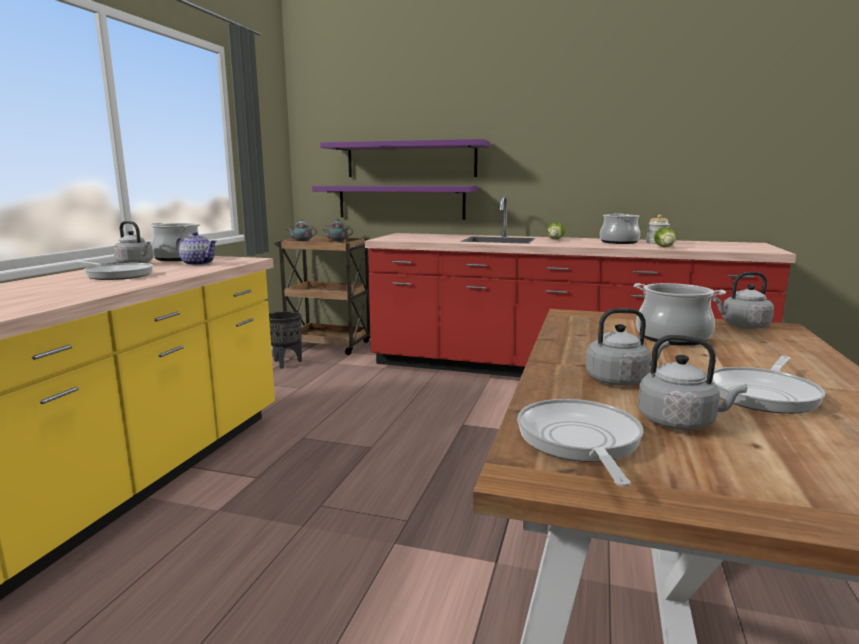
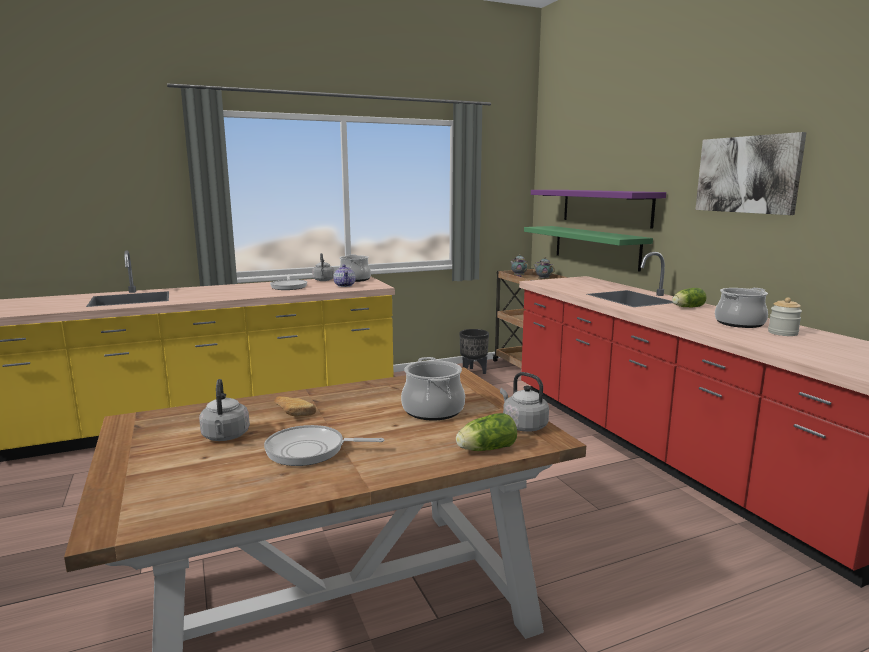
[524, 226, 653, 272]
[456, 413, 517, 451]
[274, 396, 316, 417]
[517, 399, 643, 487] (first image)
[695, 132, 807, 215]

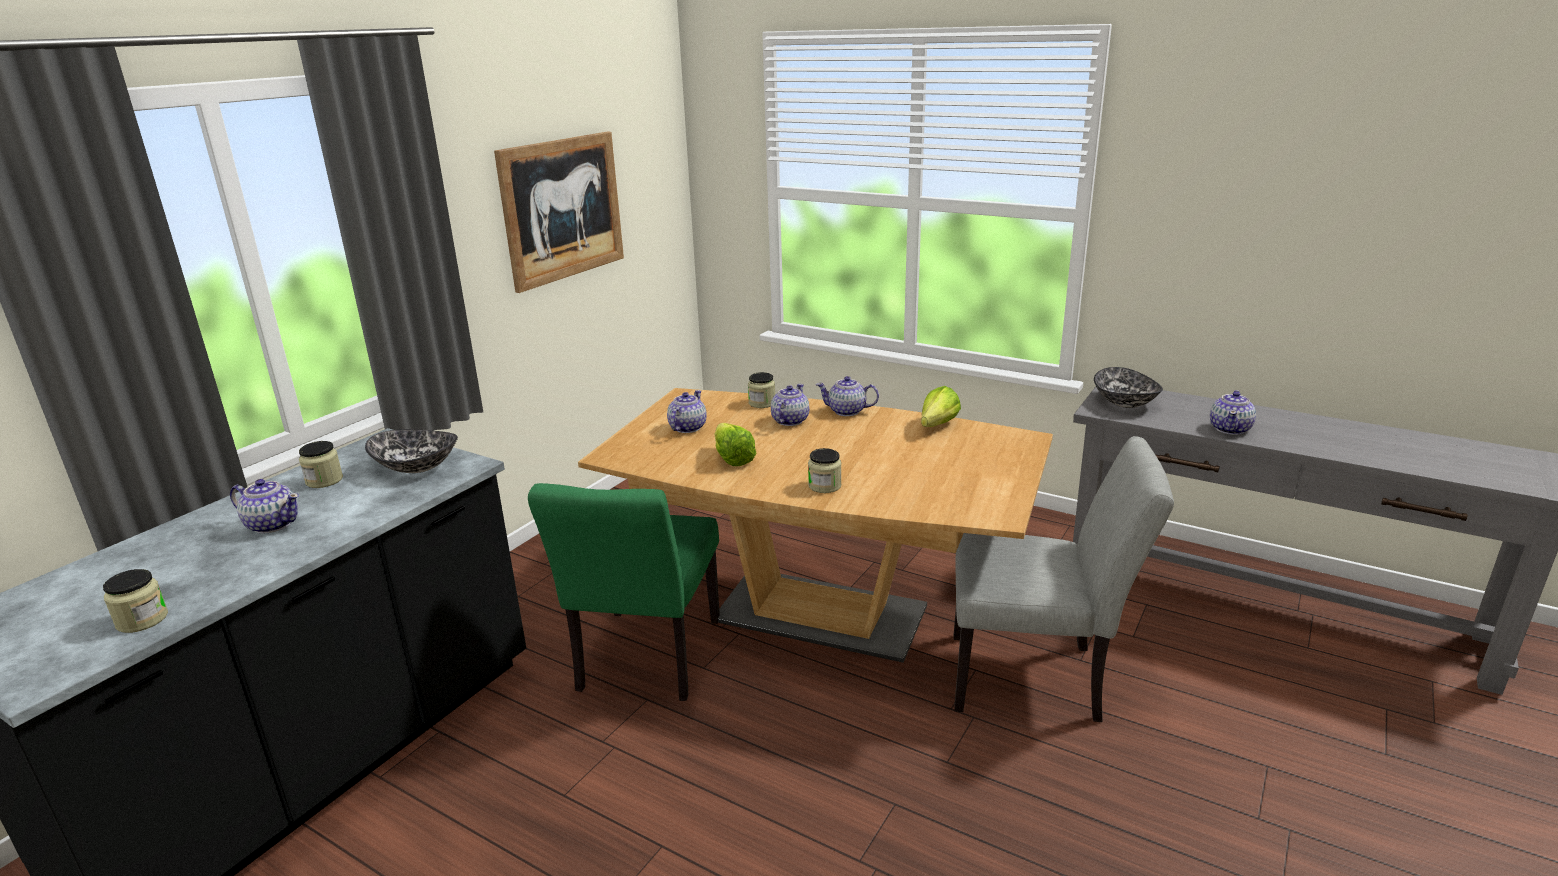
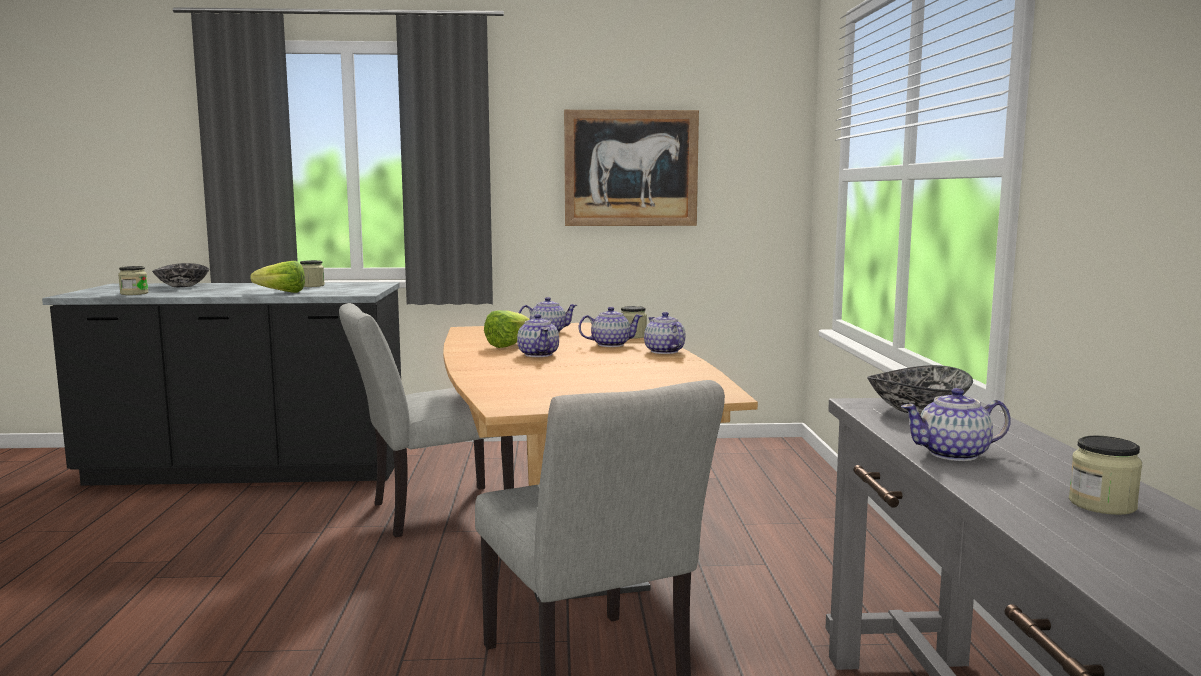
[250, 261, 305, 293]
[152, 263, 209, 287]
[1069, 436, 1142, 515]
[517, 314, 559, 357]
[339, 303, 514, 537]

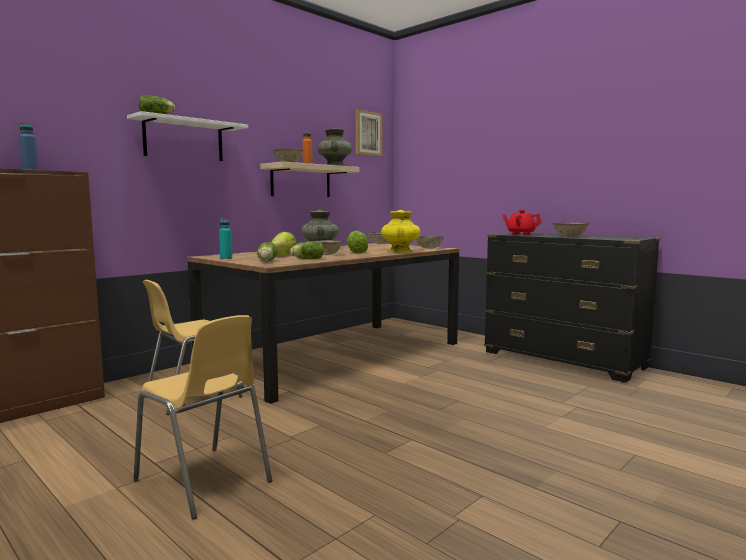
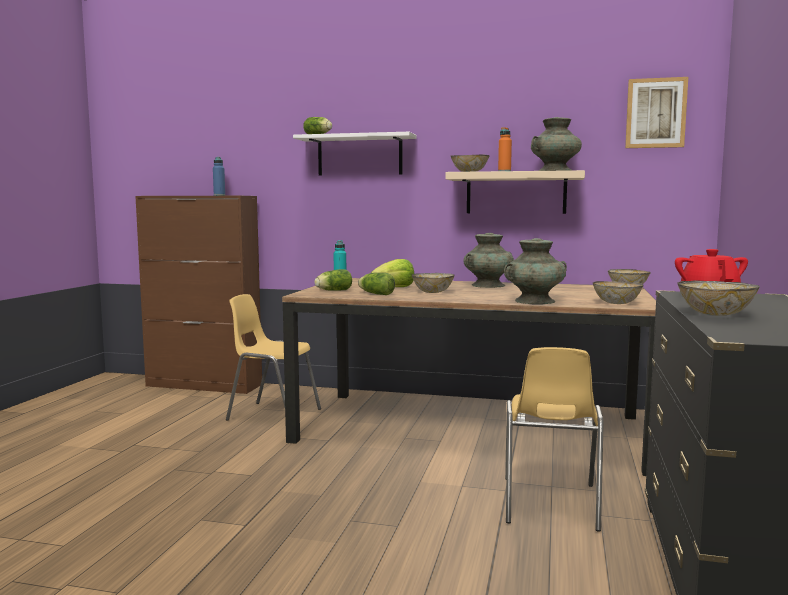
[504, 238, 567, 304]
[347, 231, 368, 254] (first image)
[505, 347, 603, 531]

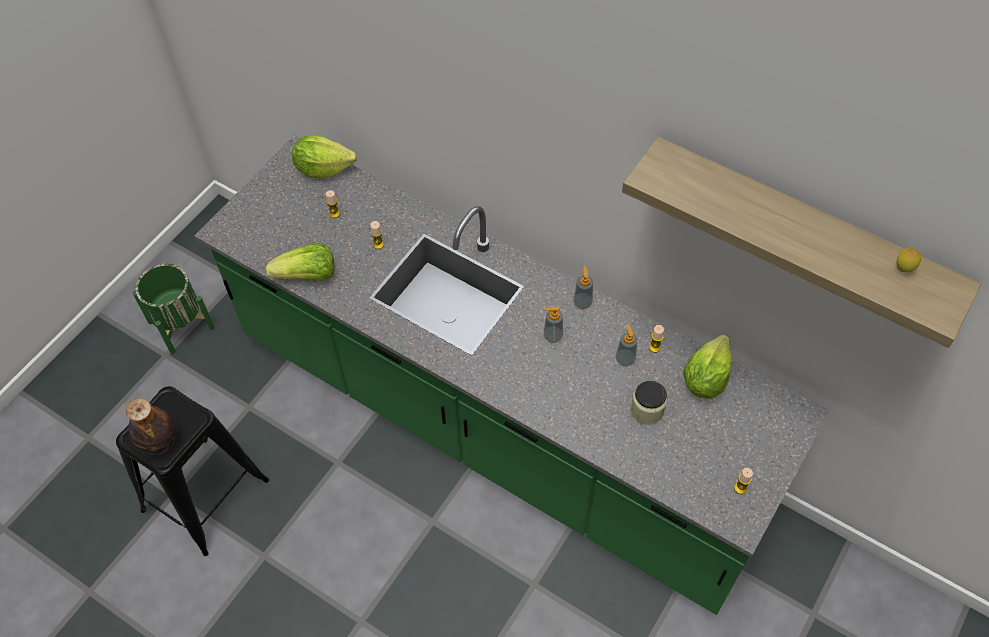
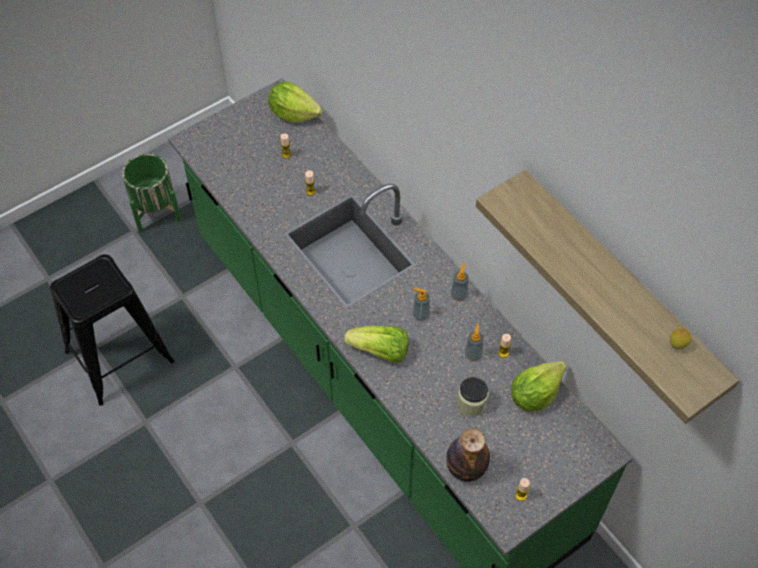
[344, 326, 409, 362]
[446, 428, 490, 482]

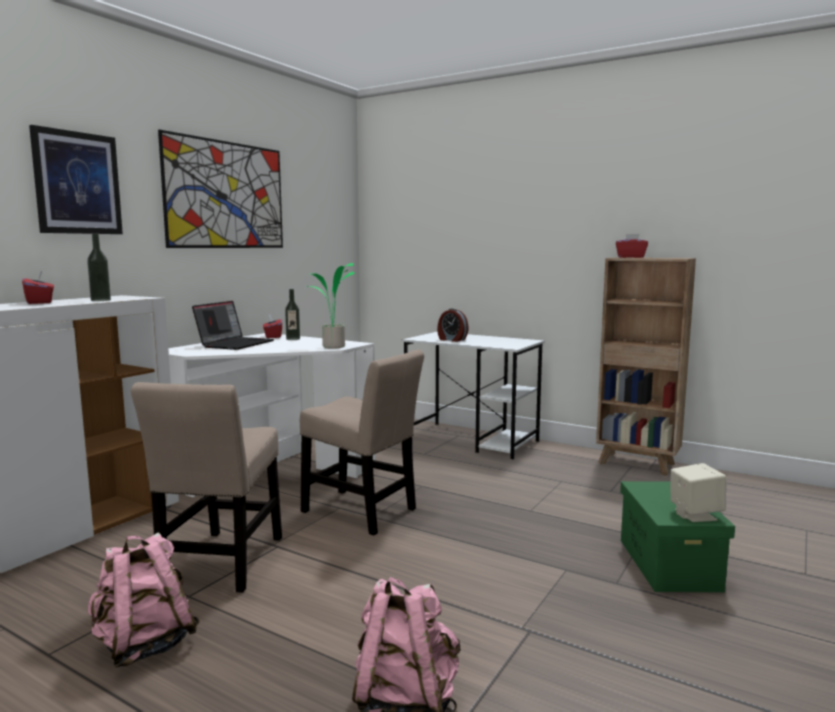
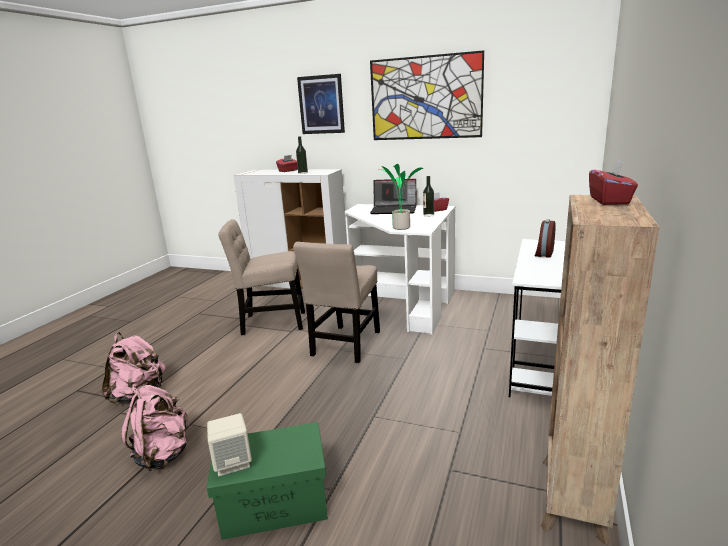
[121, 385, 190, 471]

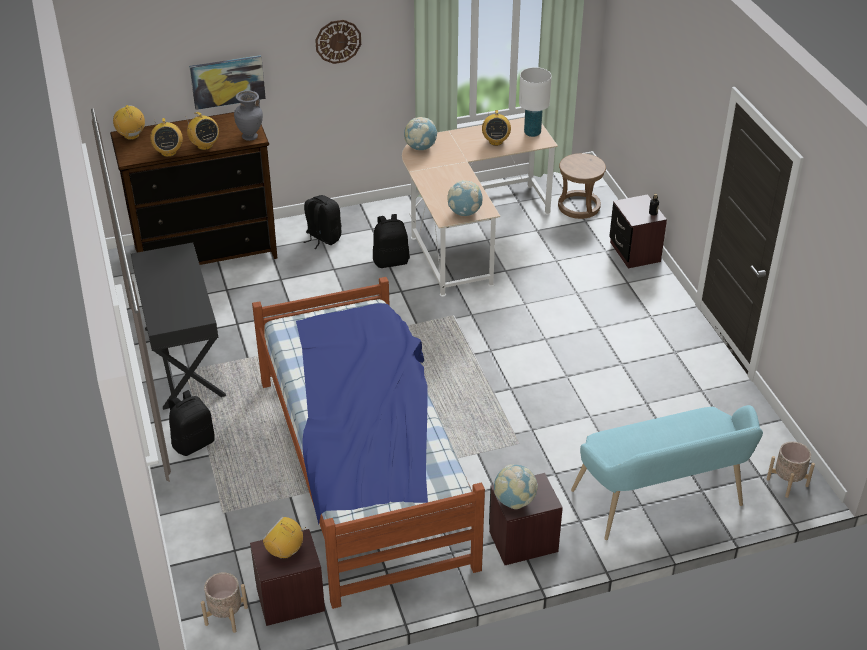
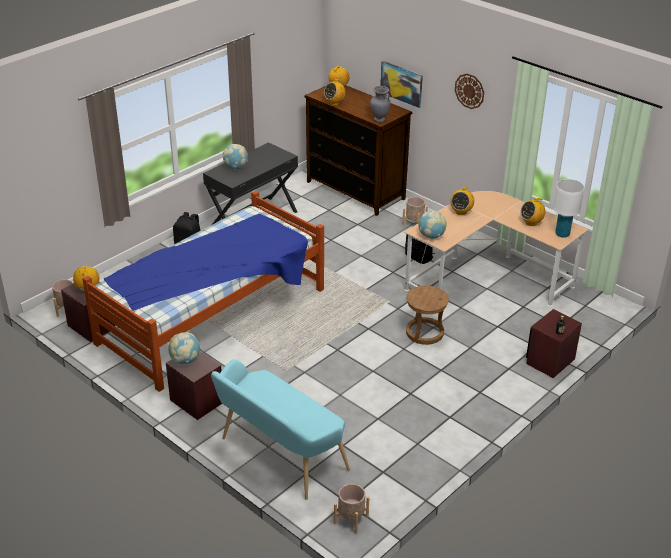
[450, 186, 474, 215]
[223, 144, 248, 169]
[406, 286, 449, 345]
[402, 197, 428, 226]

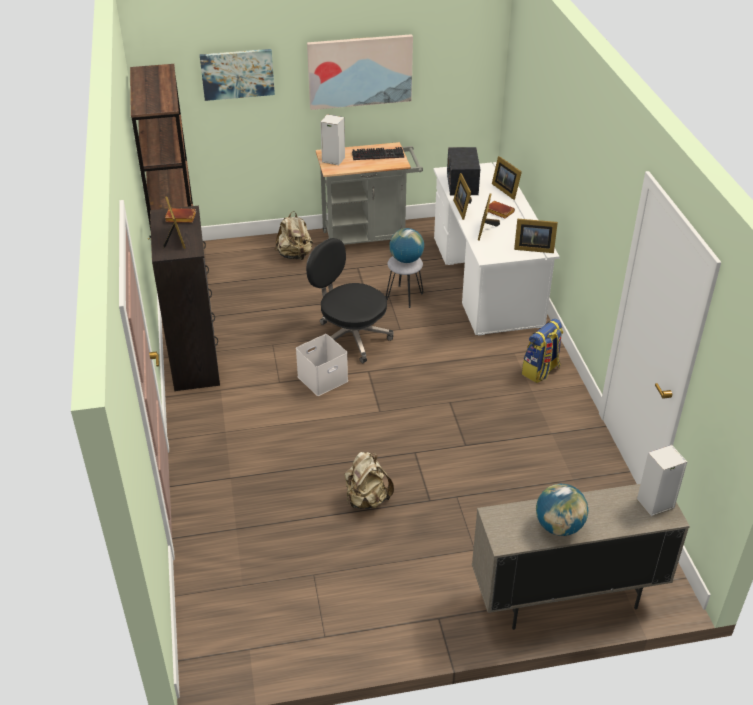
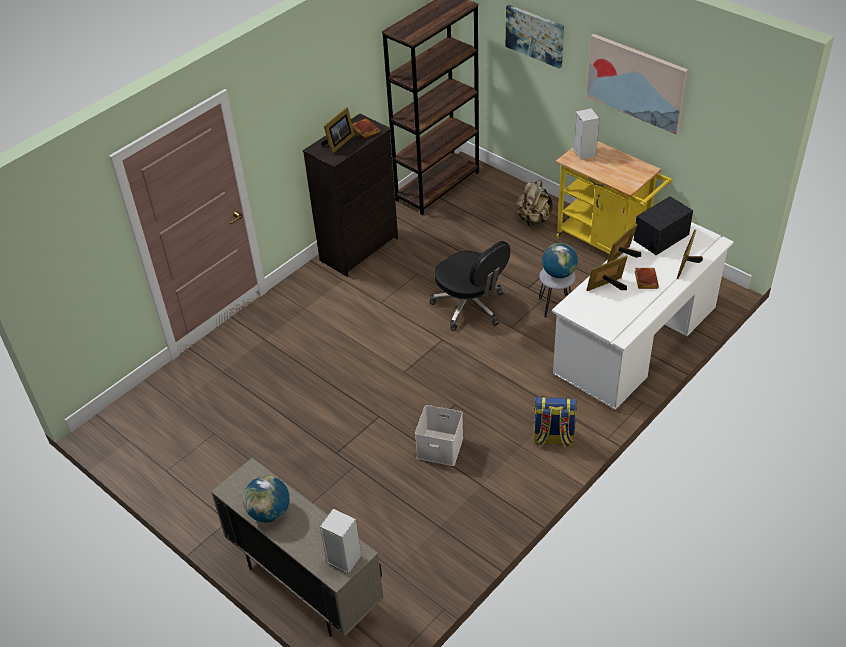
[556, 141, 672, 254]
[352, 147, 404, 160] (first image)
[514, 219, 558, 253] (first image)
[430, 241, 510, 331]
[415, 405, 463, 466]
[344, 452, 394, 509] (first image)

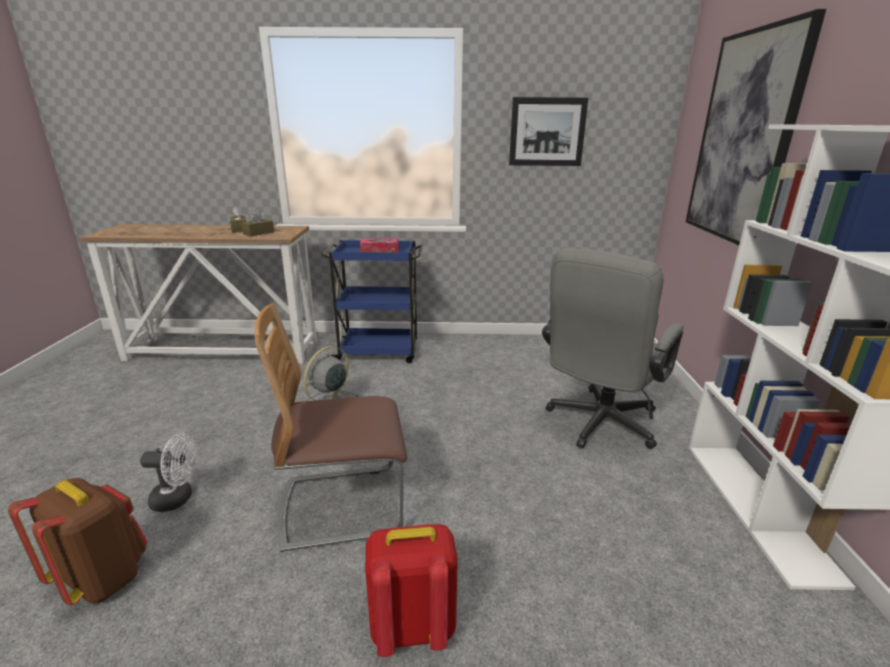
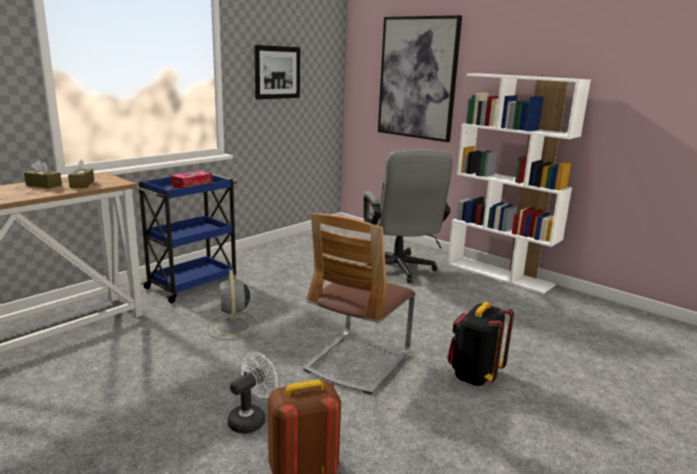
[447, 302, 514, 386]

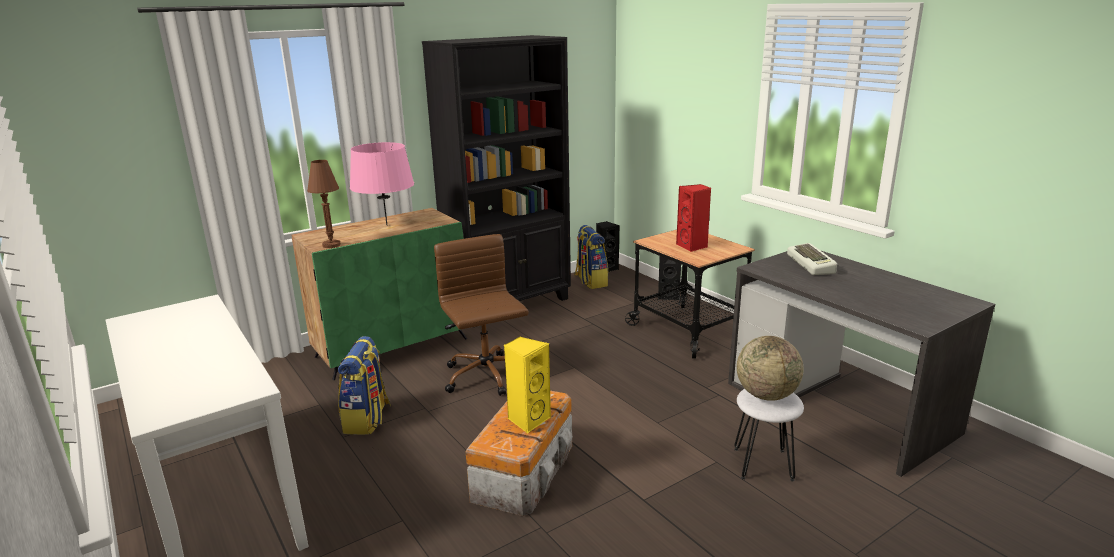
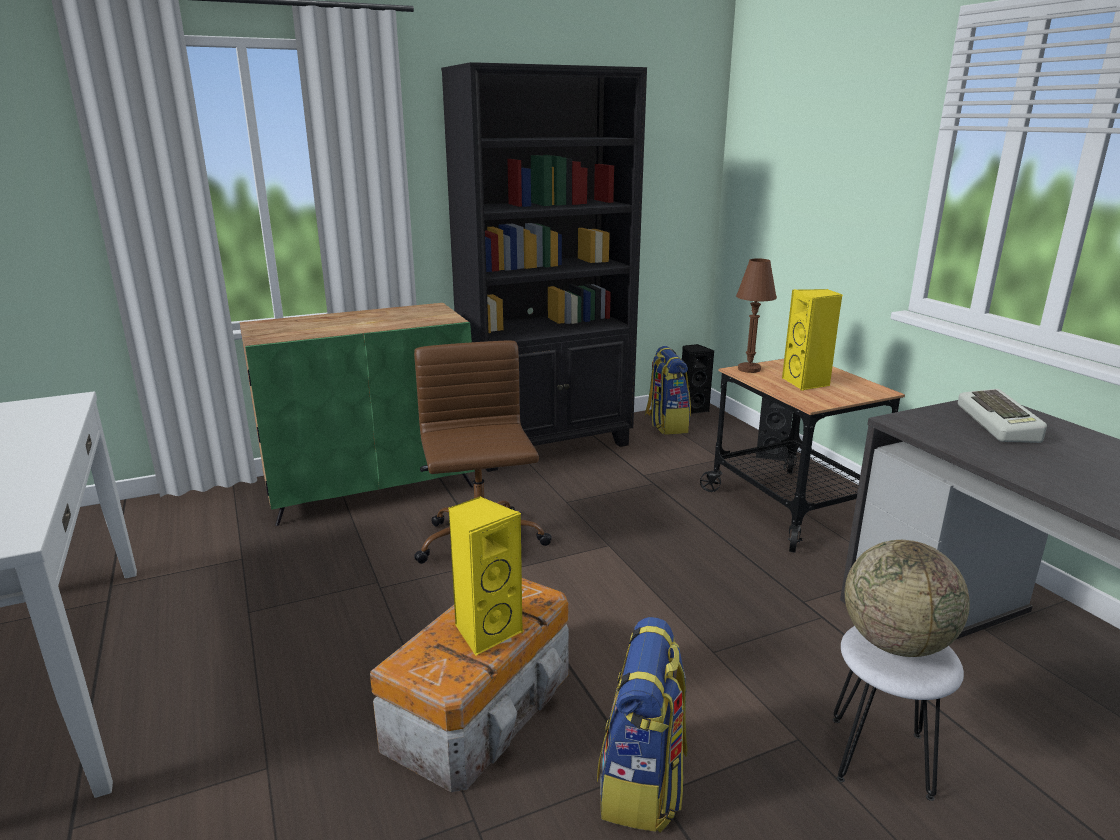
[350, 142, 414, 226] (first image)
[736, 258, 777, 373]
[782, 289, 842, 391]
[597, 617, 688, 832]

